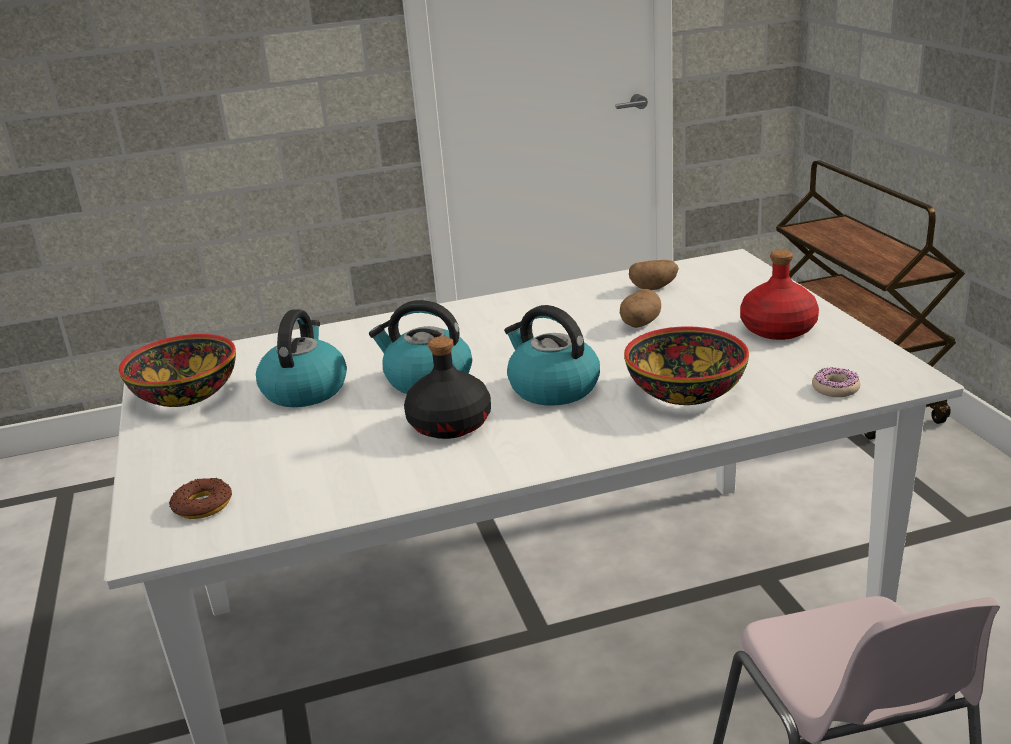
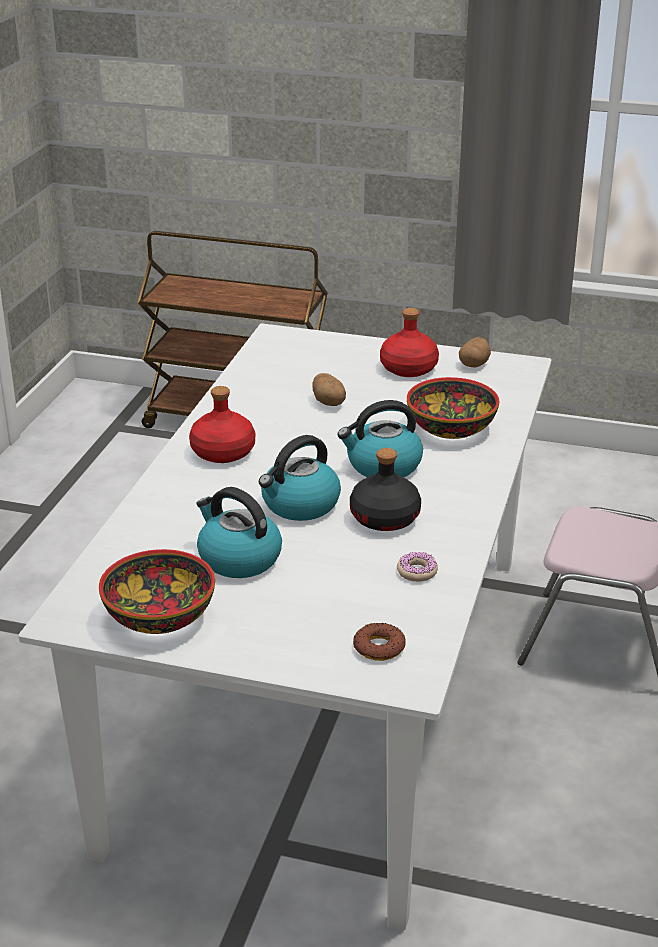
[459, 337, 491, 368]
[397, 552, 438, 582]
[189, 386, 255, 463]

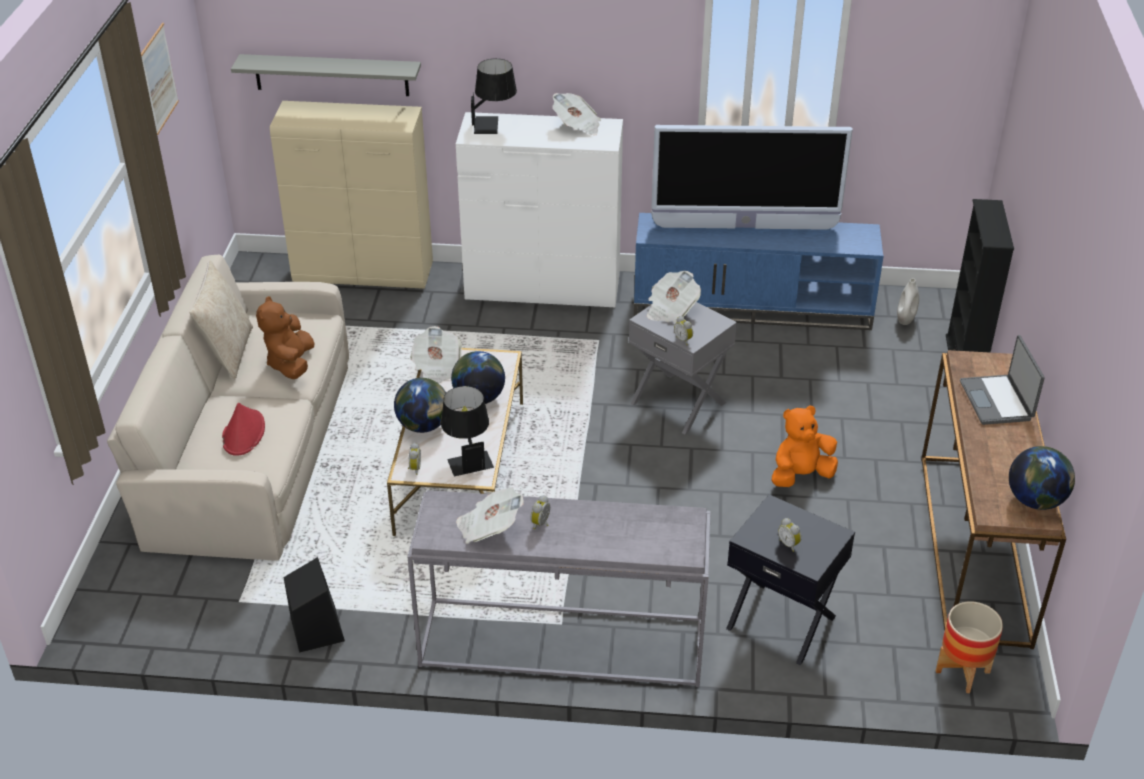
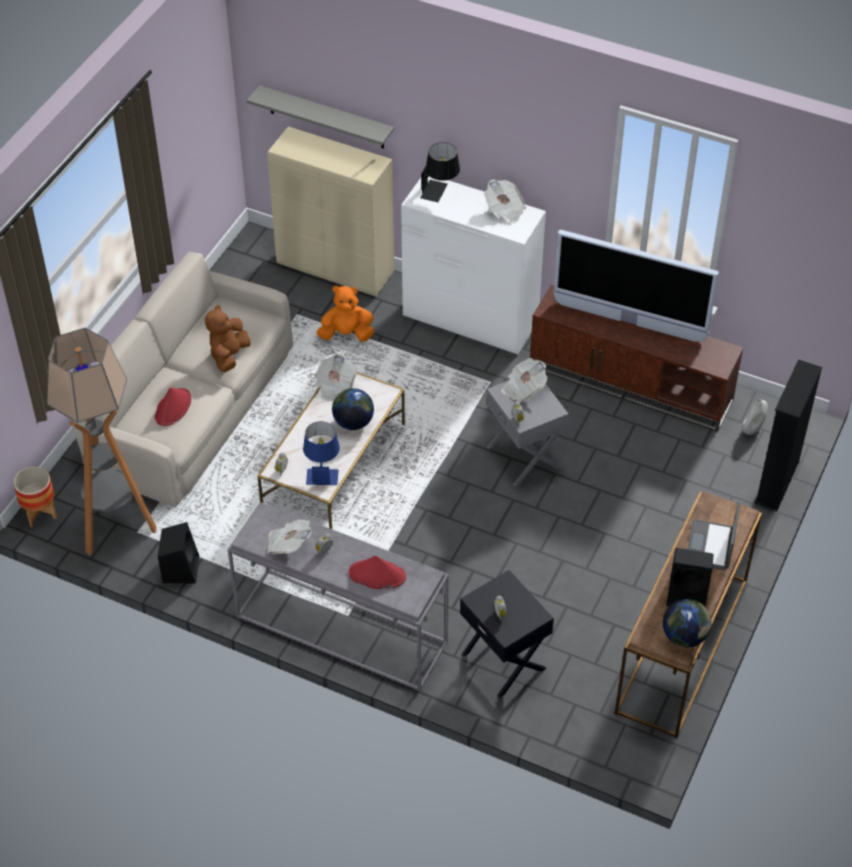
[141, 23, 179, 135] (first image)
[530, 285, 743, 432]
[189, 260, 253, 380] (first image)
[394, 378, 446, 433] (first image)
[303, 421, 340, 485]
[316, 285, 374, 342]
[13, 466, 57, 527]
[46, 328, 157, 555]
[666, 548, 714, 606]
[348, 556, 406, 589]

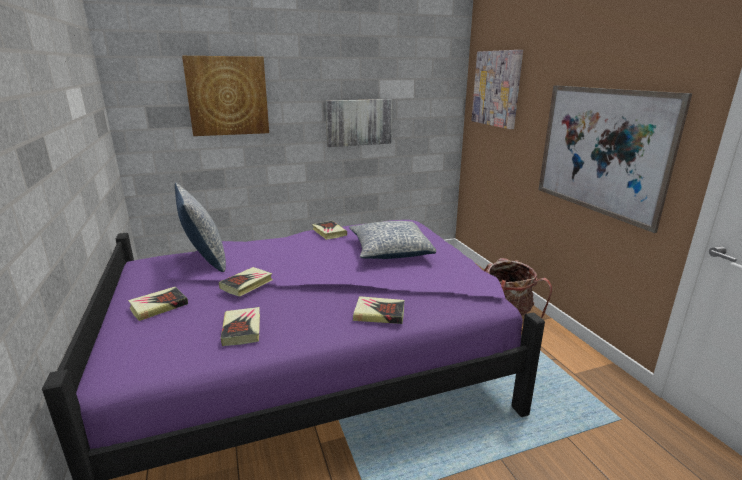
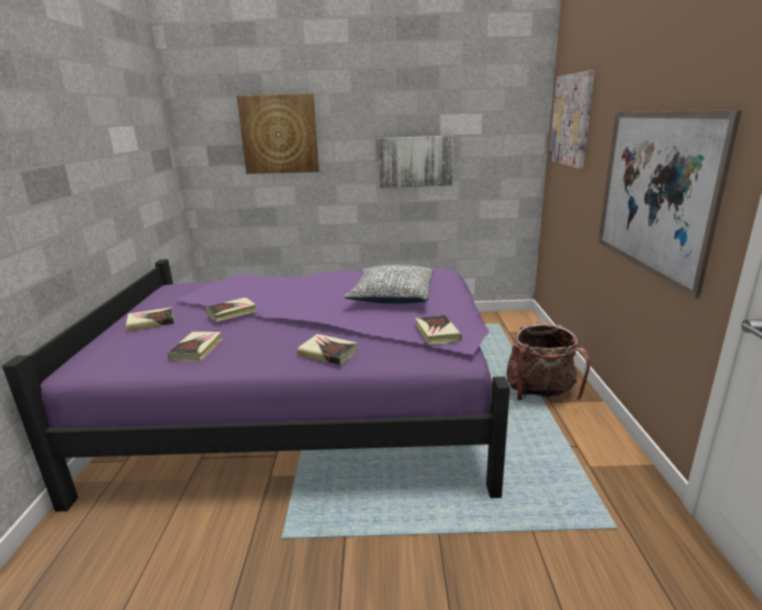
[175, 183, 226, 272] (first image)
[415, 315, 462, 345]

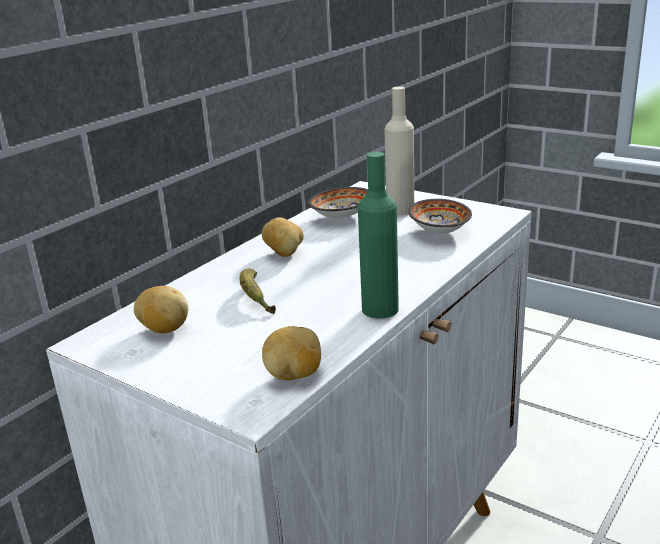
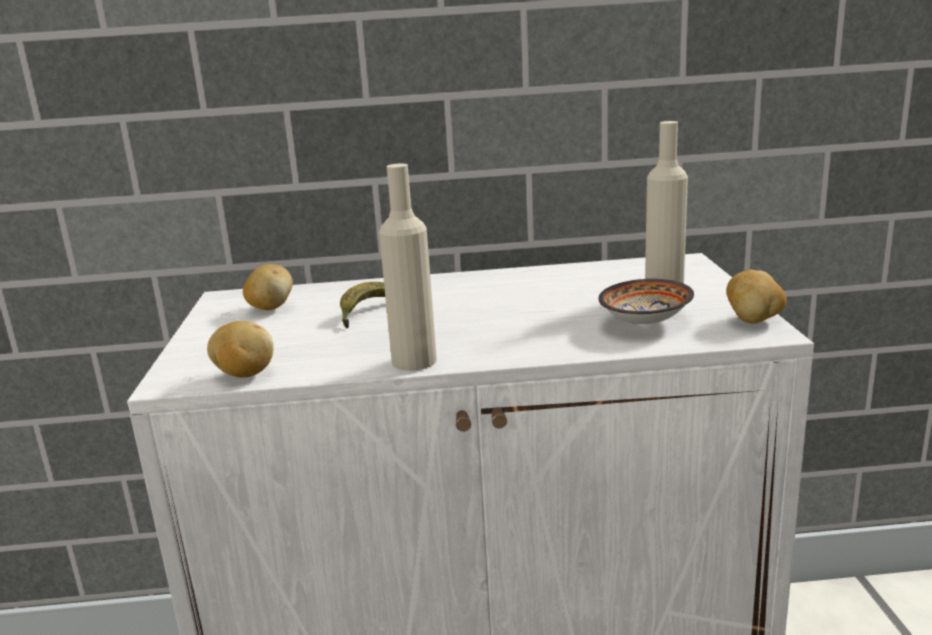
[379, 164, 437, 371]
[307, 187, 368, 218] (first image)
[726, 270, 787, 324]

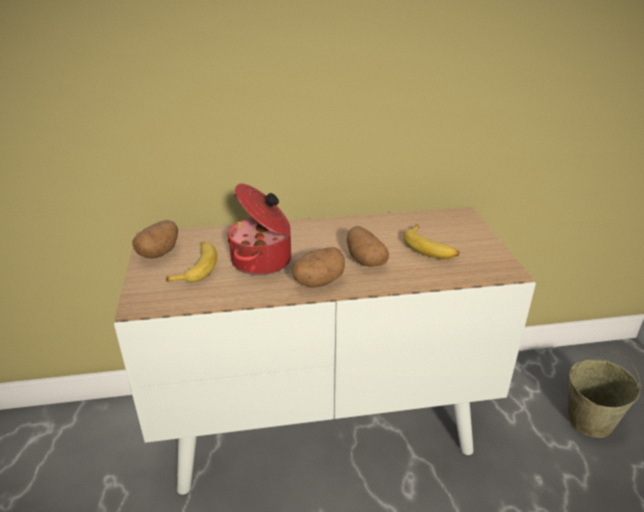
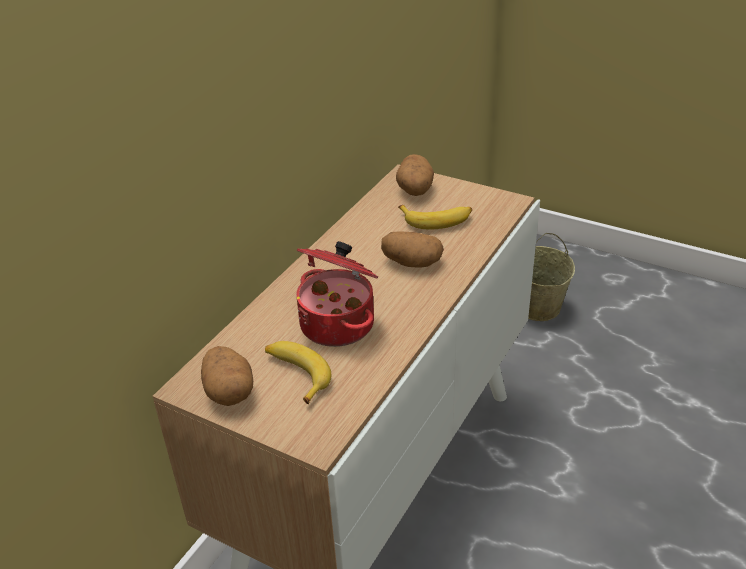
[396, 154, 434, 196]

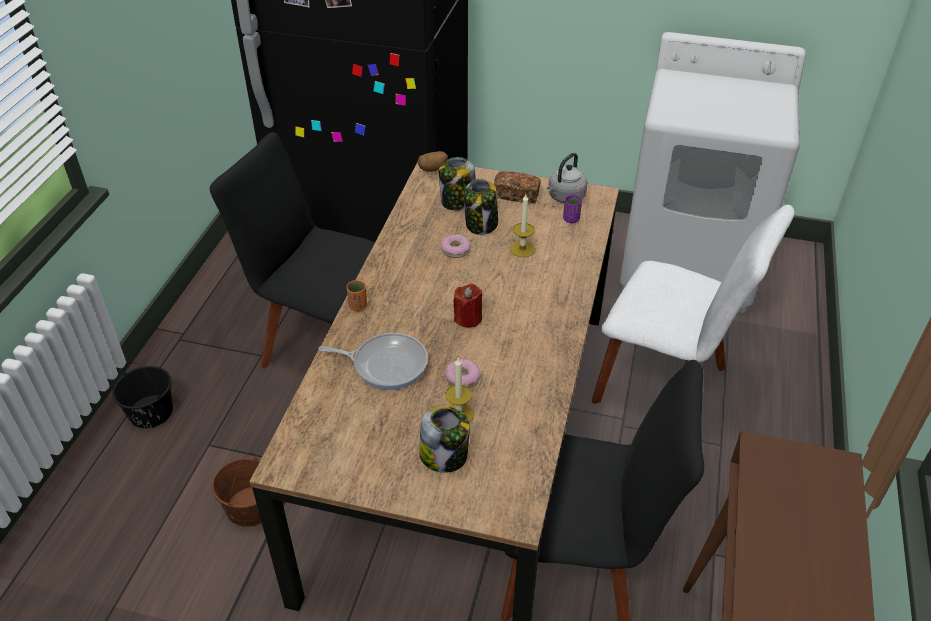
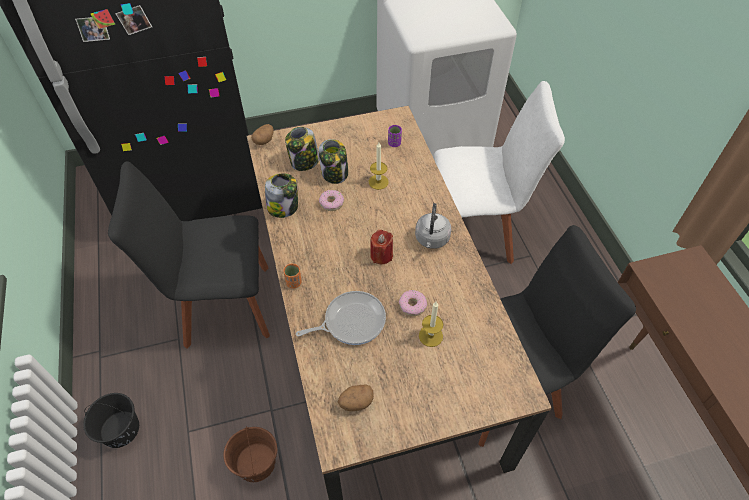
[415, 203, 451, 249]
[494, 171, 541, 204] (first image)
[265, 173, 298, 218]
[338, 384, 374, 411]

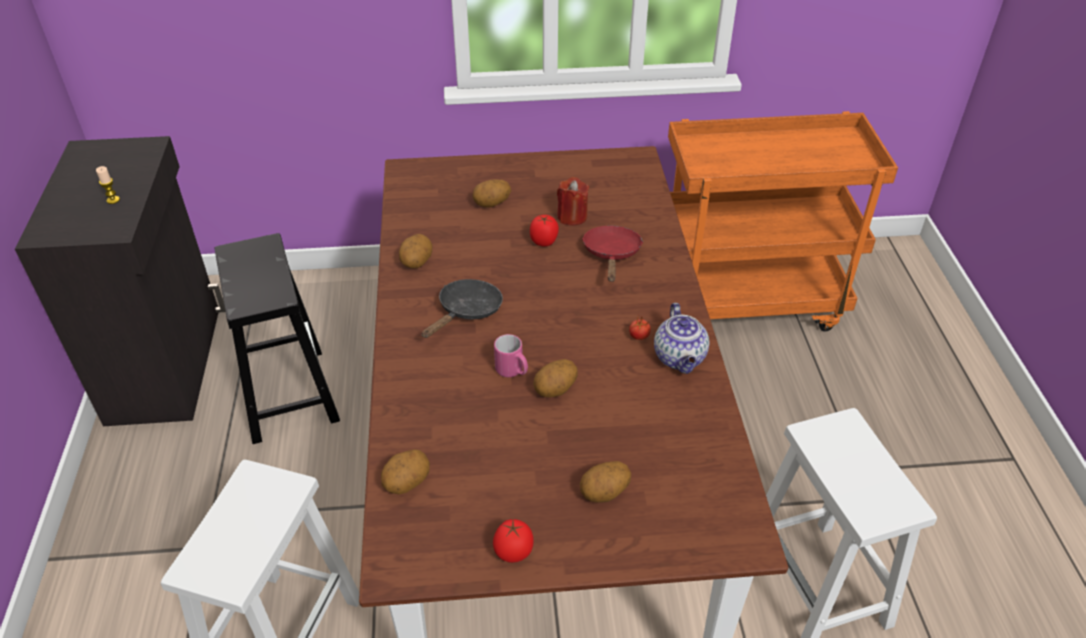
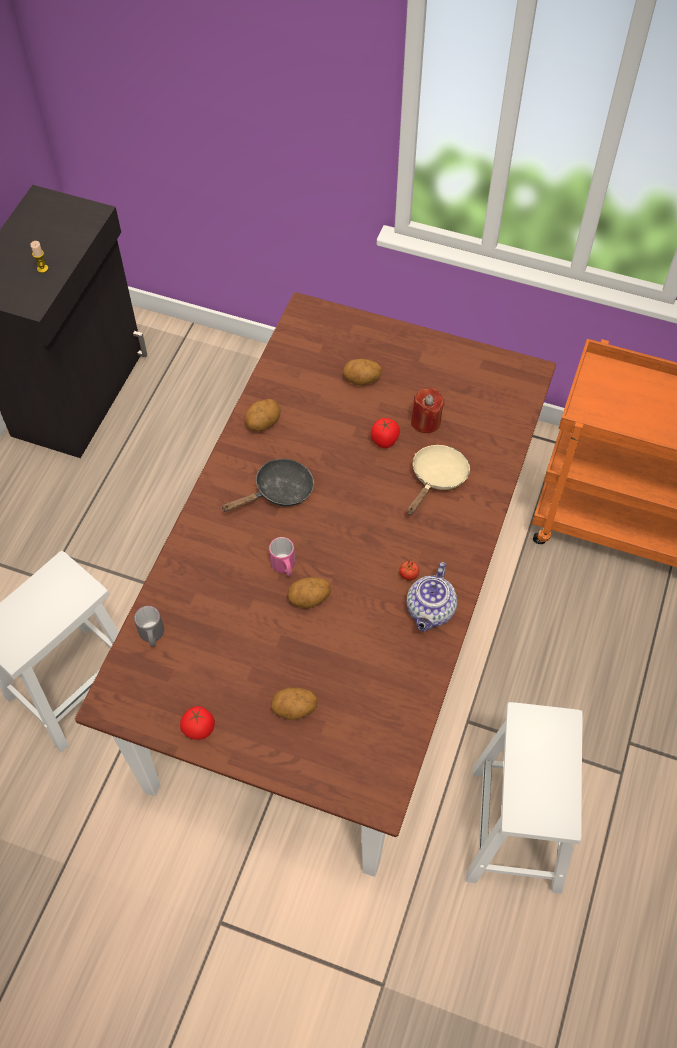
[407, 445, 470, 515]
[214, 233, 340, 444] (first image)
[134, 606, 164, 647]

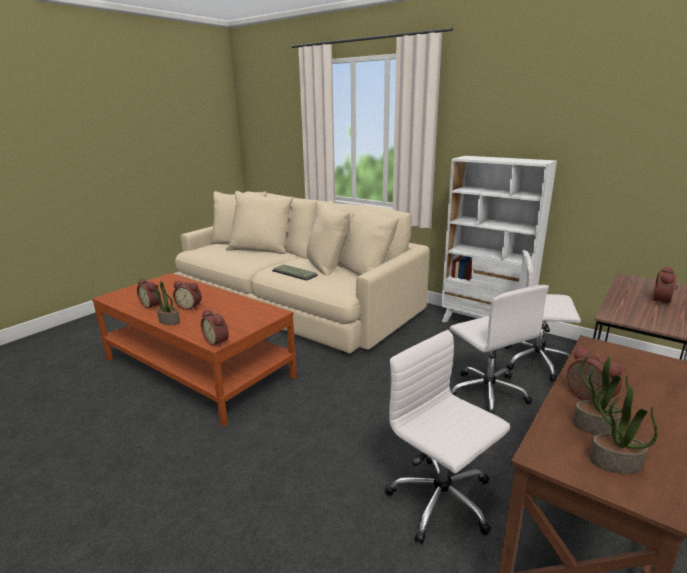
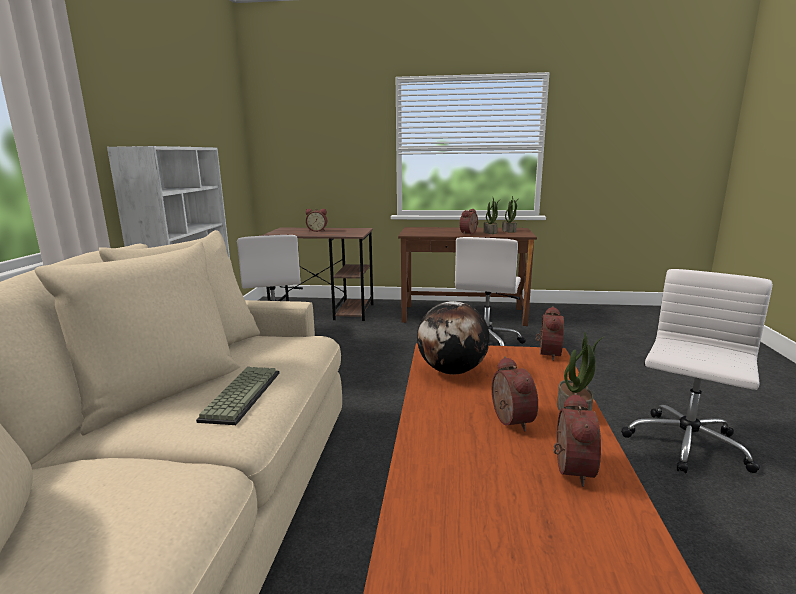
[621, 269, 773, 474]
[417, 301, 490, 375]

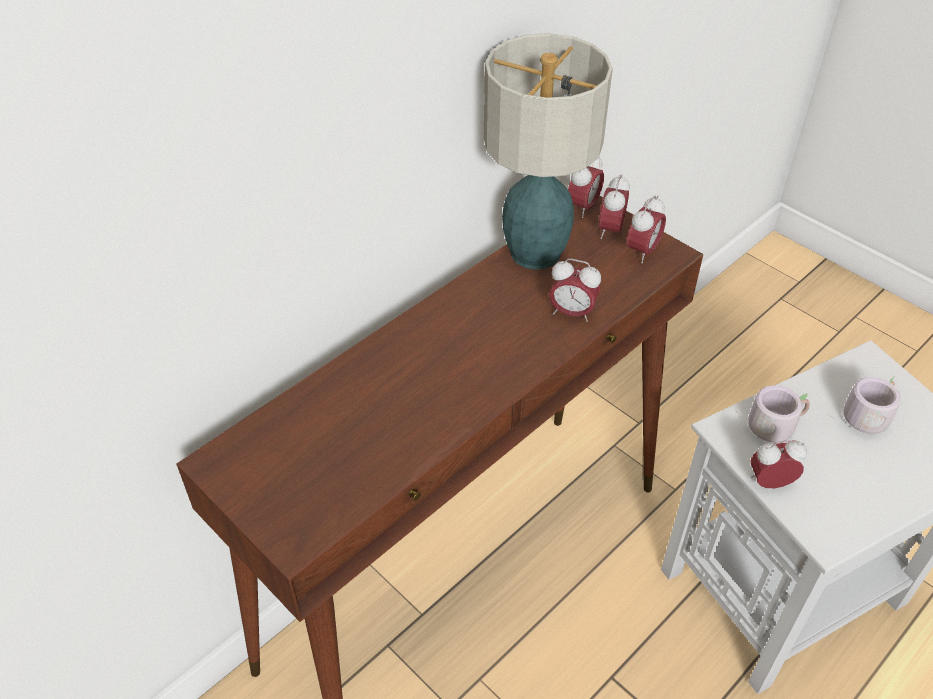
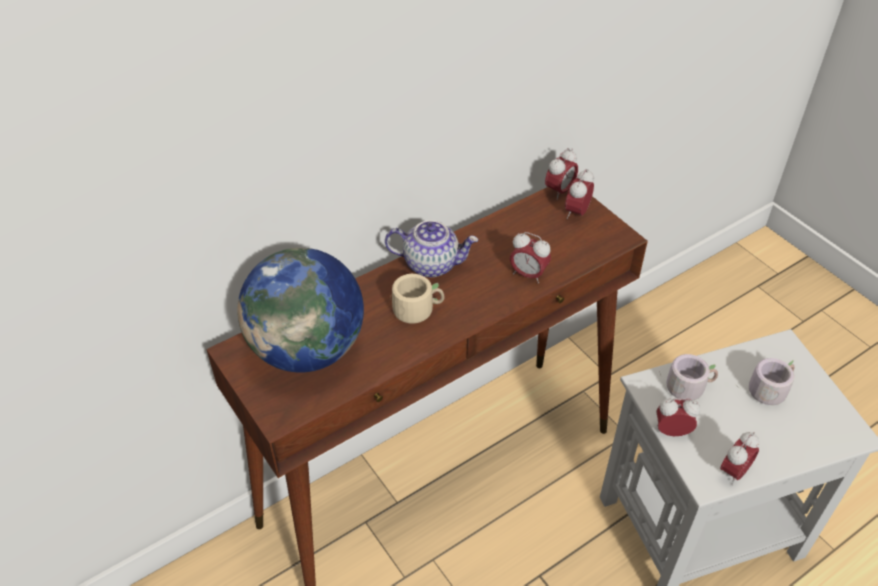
[484, 33, 613, 270] (first image)
[720, 432, 759, 485]
[385, 220, 478, 277]
[237, 248, 364, 373]
[390, 274, 445, 324]

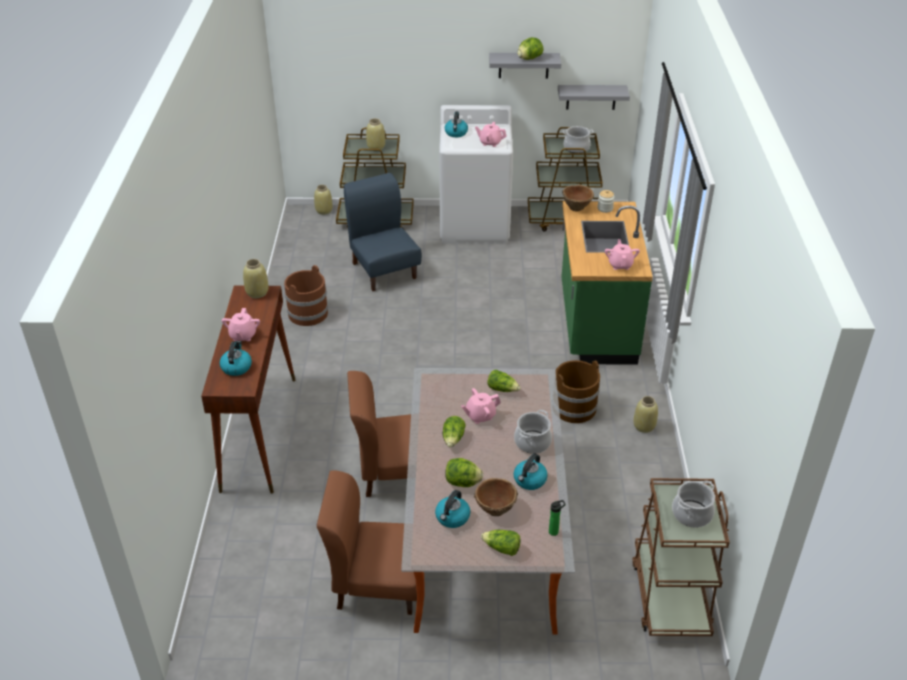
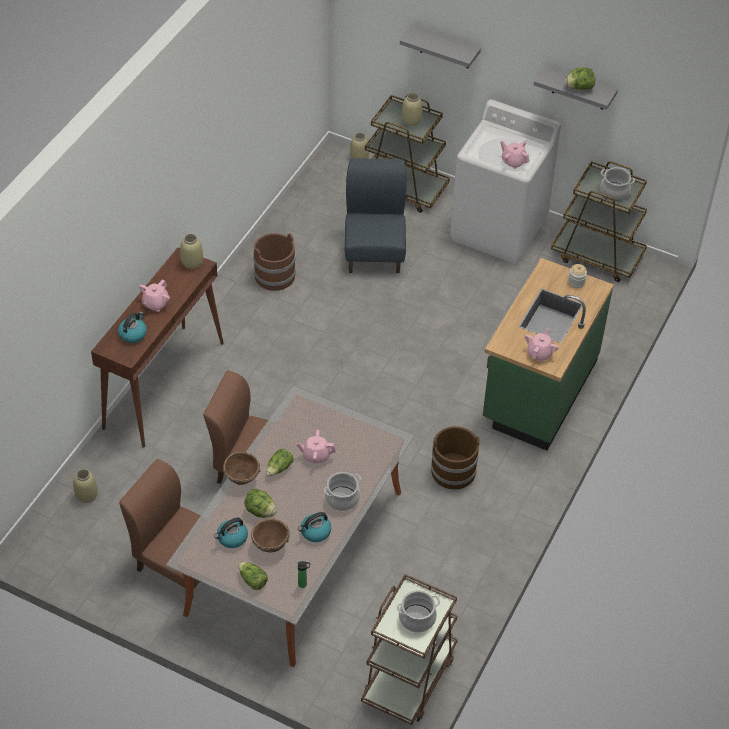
[400, 26, 481, 68]
[445, 111, 468, 137] (first image)
[223, 452, 260, 485]
[487, 370, 521, 392] (first image)
[73, 469, 98, 503]

